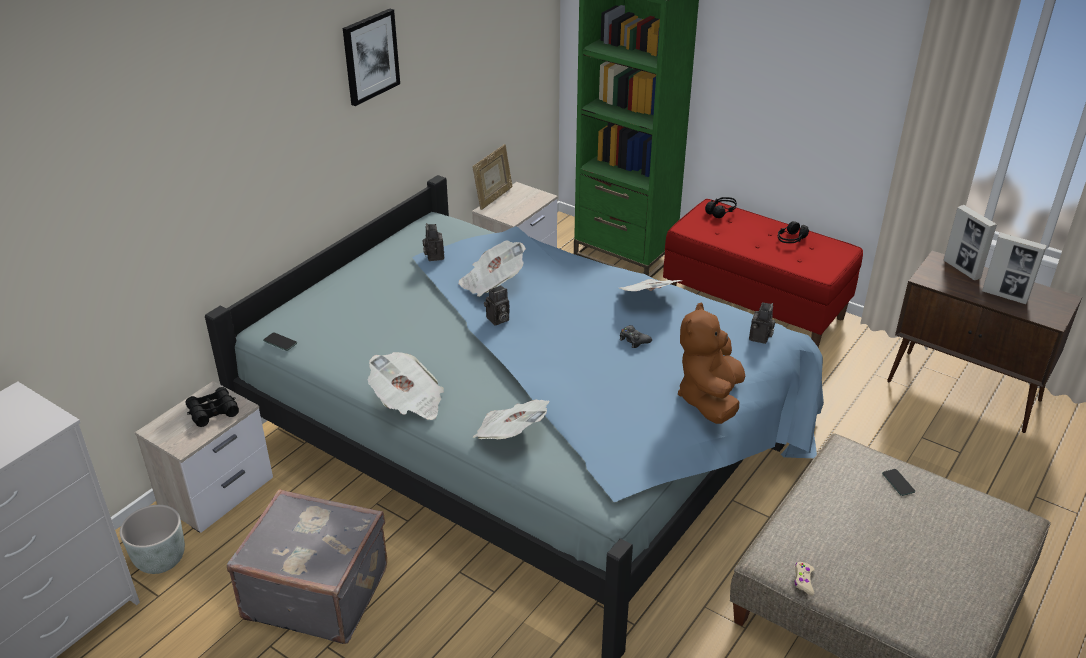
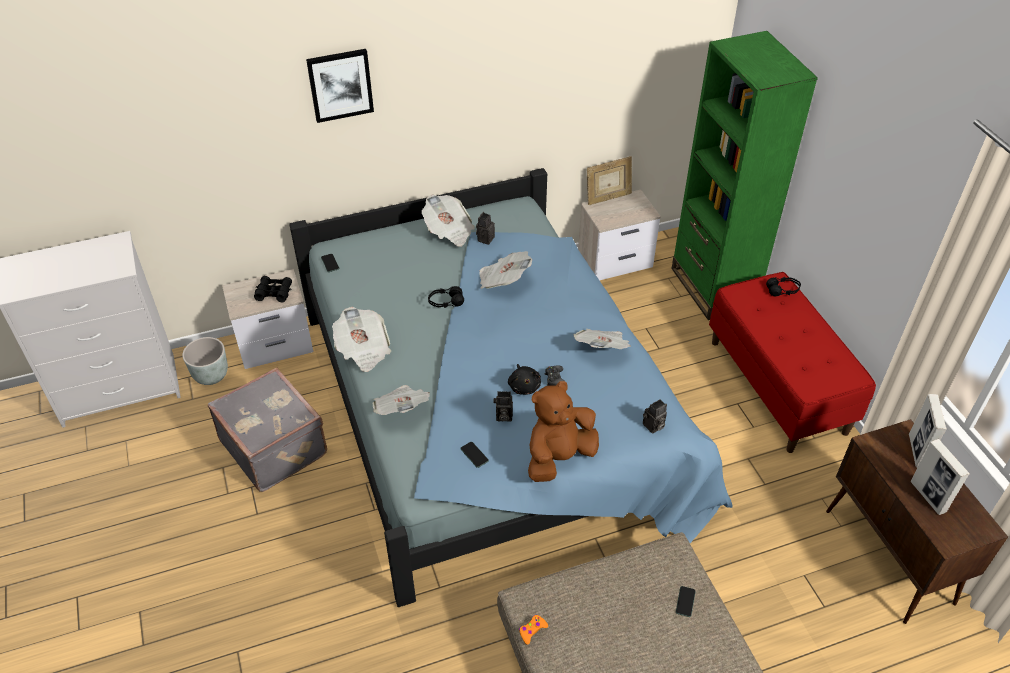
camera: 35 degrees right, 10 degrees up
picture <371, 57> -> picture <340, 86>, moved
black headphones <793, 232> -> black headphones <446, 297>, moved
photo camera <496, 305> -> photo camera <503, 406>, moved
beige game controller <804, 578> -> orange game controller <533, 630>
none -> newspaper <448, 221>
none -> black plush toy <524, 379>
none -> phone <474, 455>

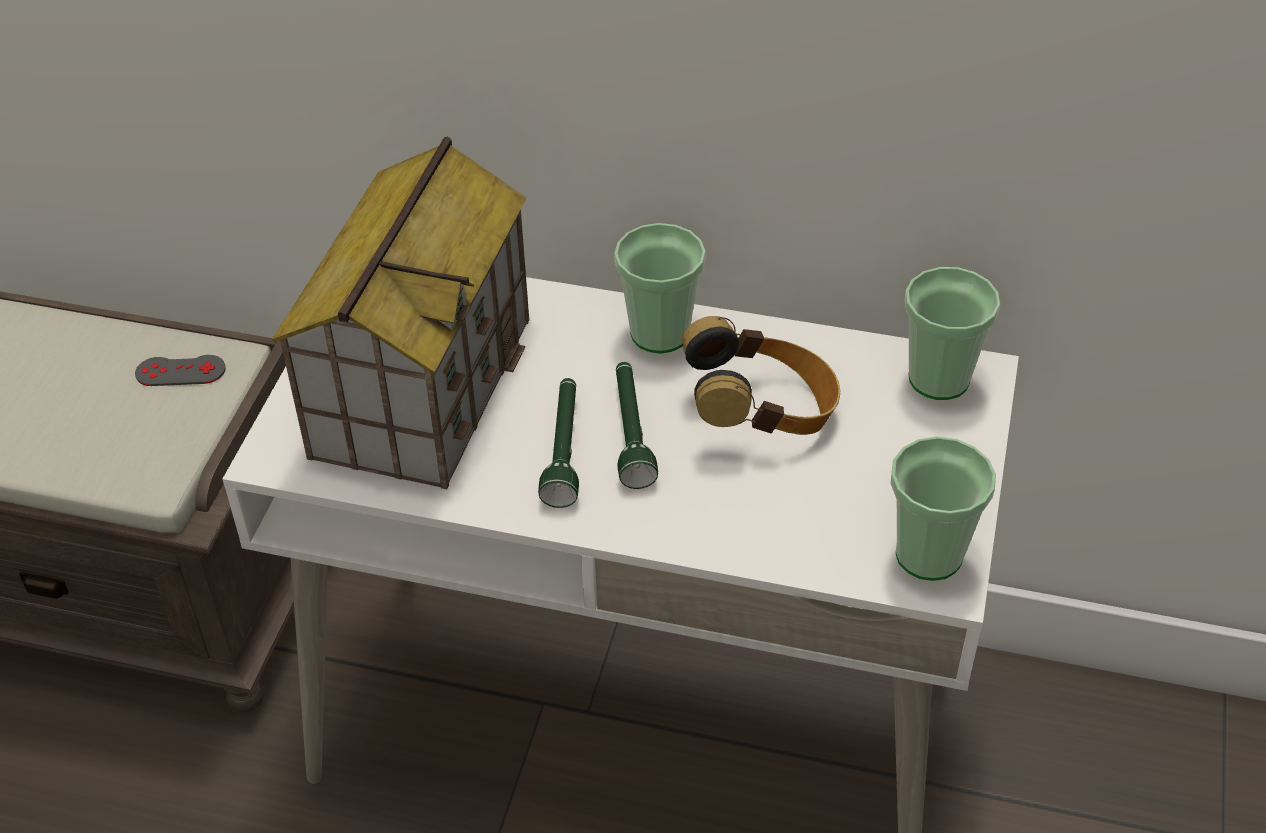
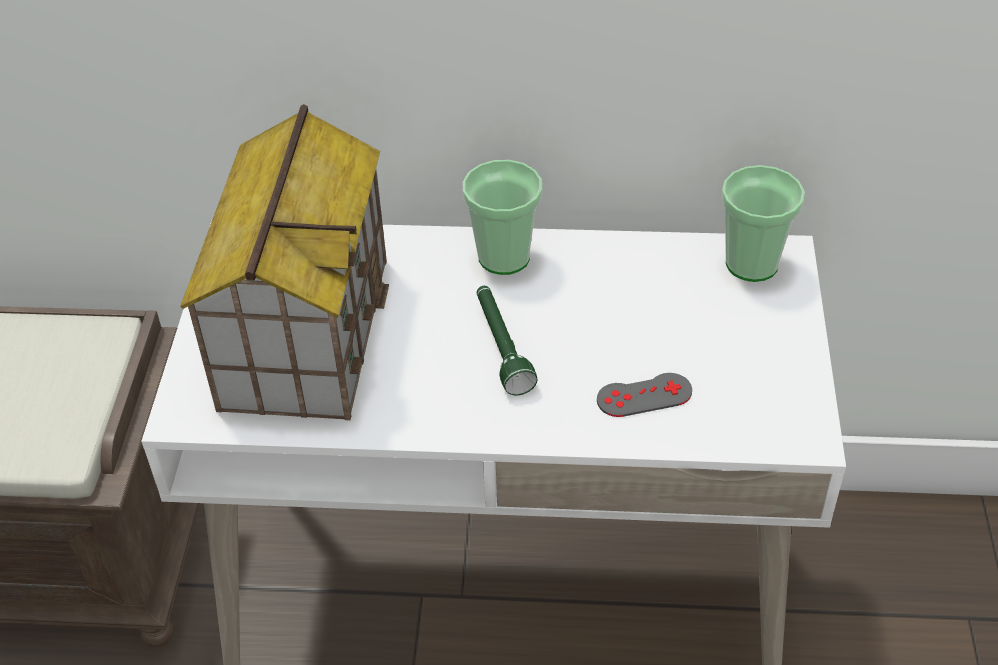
camera: 10 degrees left, 0 degrees up
headphones <761, 375> -> none
grey game controller <180, 370> -> grey game controller <644, 395>, moved
green flashlight <558, 443> -> none
cup <943, 508> -> none

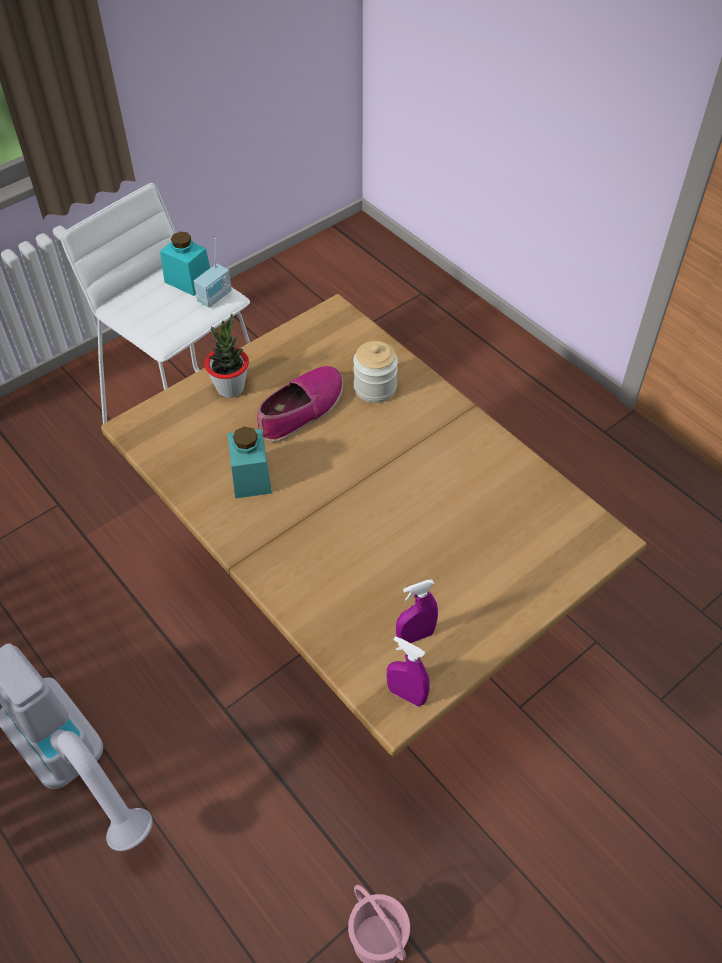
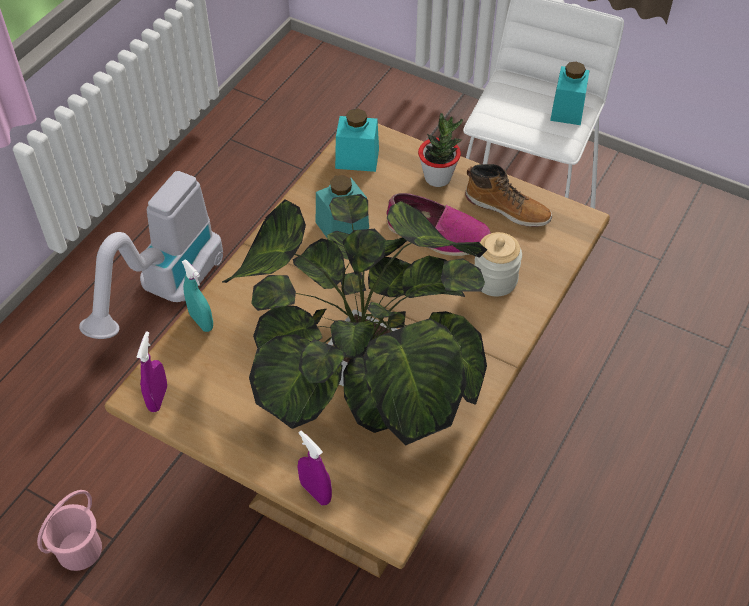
camera: 70 degrees right, 0 degrees up
radio <213, 273> -> none
purple spray bottle <417, 611> -> purple spray bottle <315, 467>, moved
none -> turquoise jar <357, 140>
none -> boot <508, 195>
none -> potted plant <354, 320>
none -> turquoise spray bottle <197, 295>

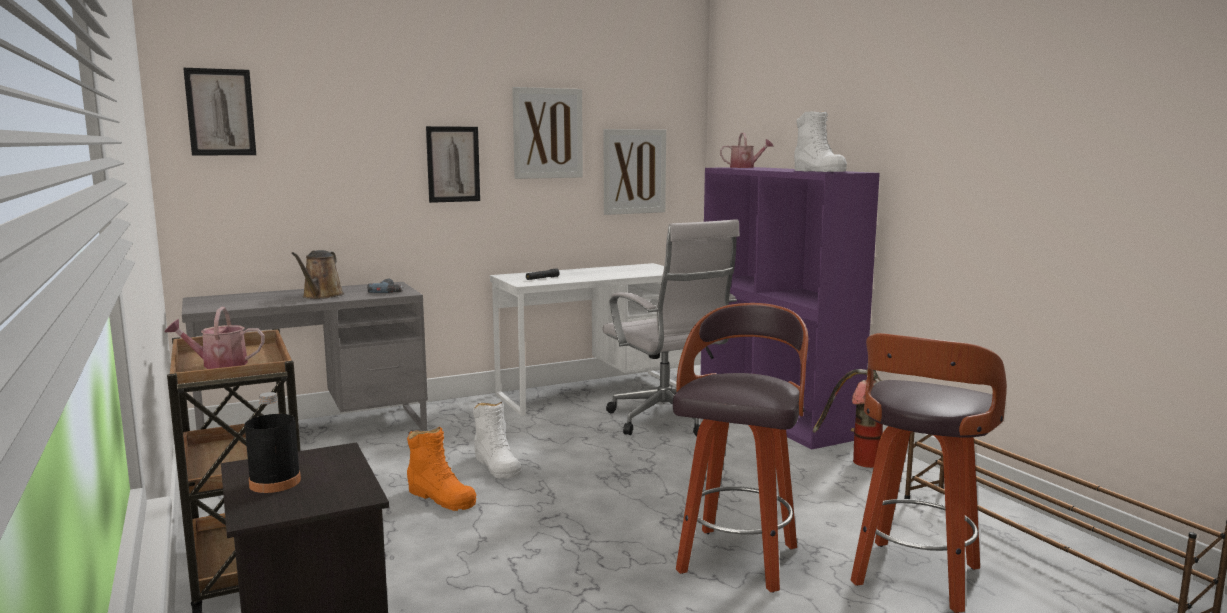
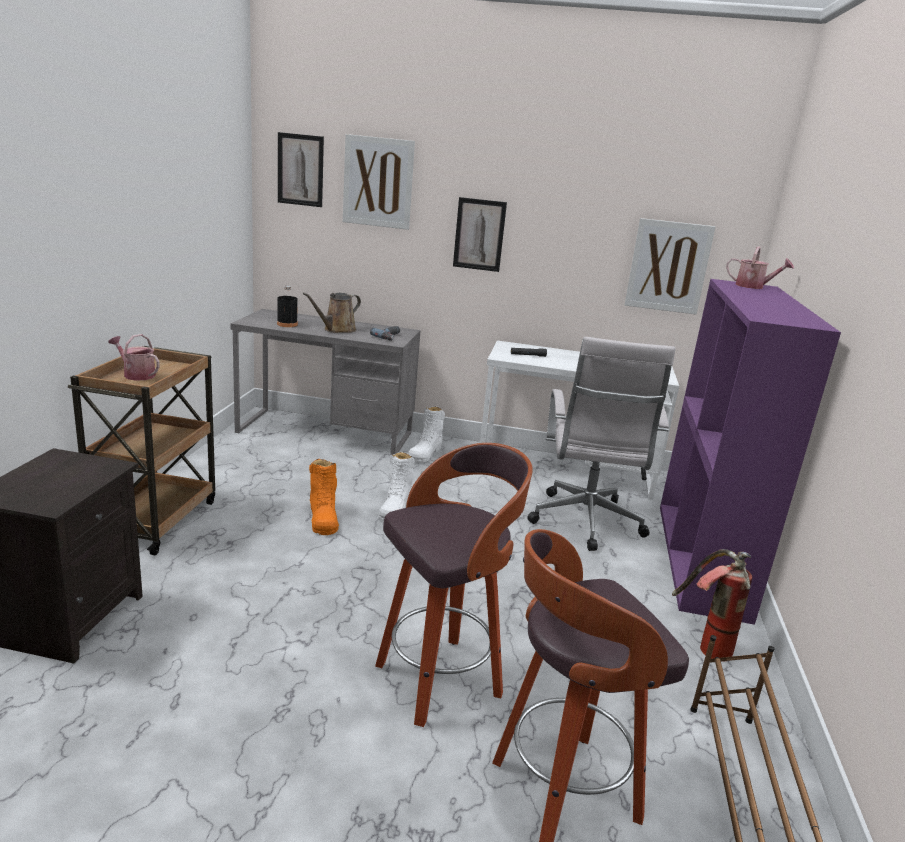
camera: 35 degrees right, 10 degrees up
picture <547, 133> -> picture <379, 182>, moved
white boot <820, 141> -> white boot <426, 434>, moved
black bottle <273, 442> -> black bottle <287, 306>, moved

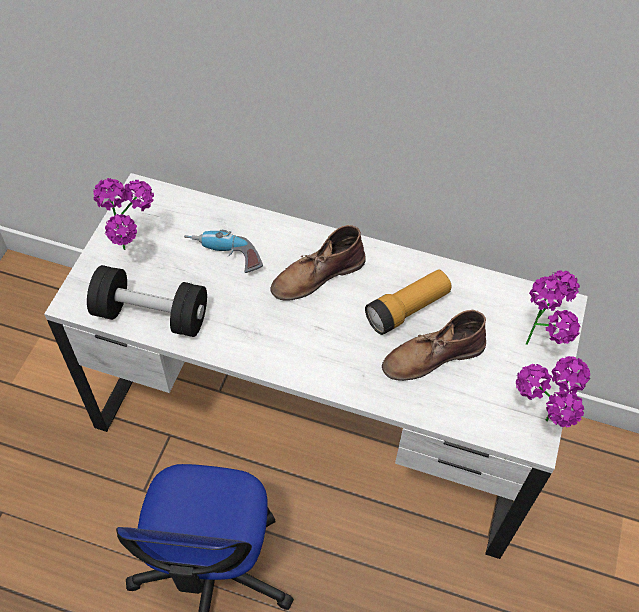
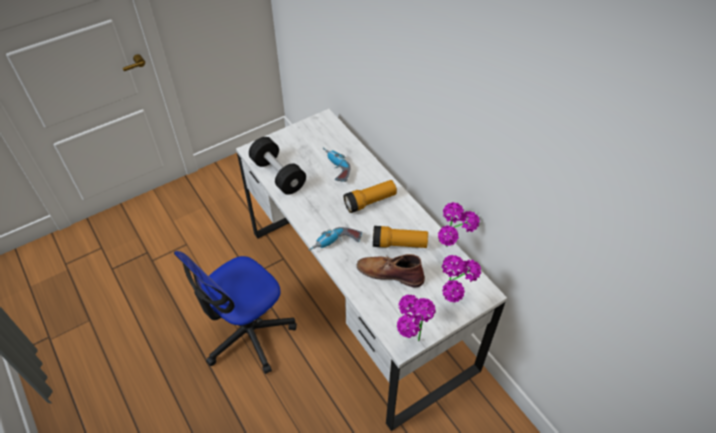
camera: 40 degrees right, 5 degrees down
potted plant <123, 214> -> potted plant <459, 224>, moved
brown boot <318, 263> -> flashlight <370, 196>
none -> power drill <335, 239>

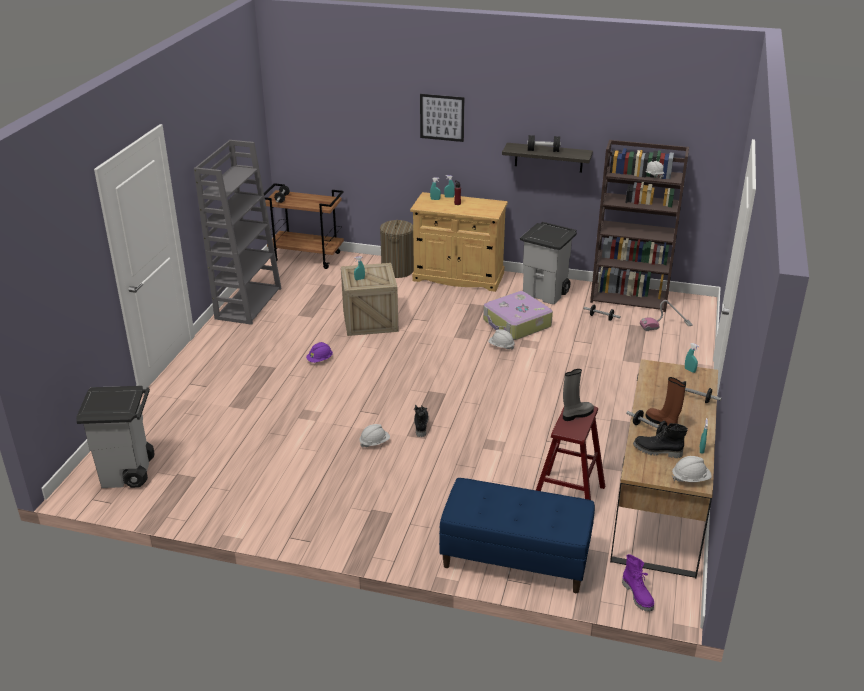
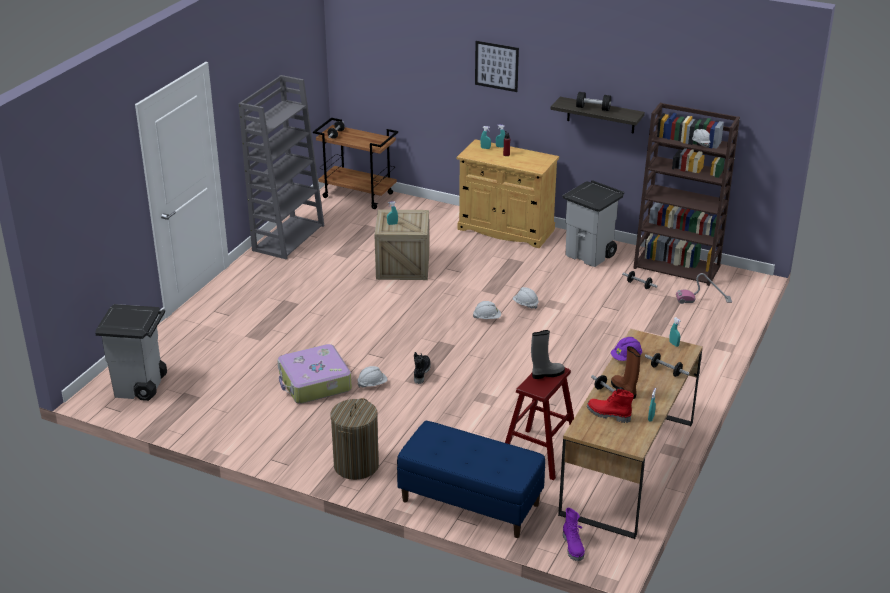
camera: 10 degrees right, 0 degrees up
laundry basket <397, 249> -> laundry basket <355, 439>, moved
suitcase <518, 315> -> suitcase <314, 374>, moved
purple hard hat <319, 352> -> purple hard hat <626, 349>, moved
black boot <660, 440> -> red boot <610, 406>
white hard hat <692, 469> -> white hard hat <487, 310>, moved

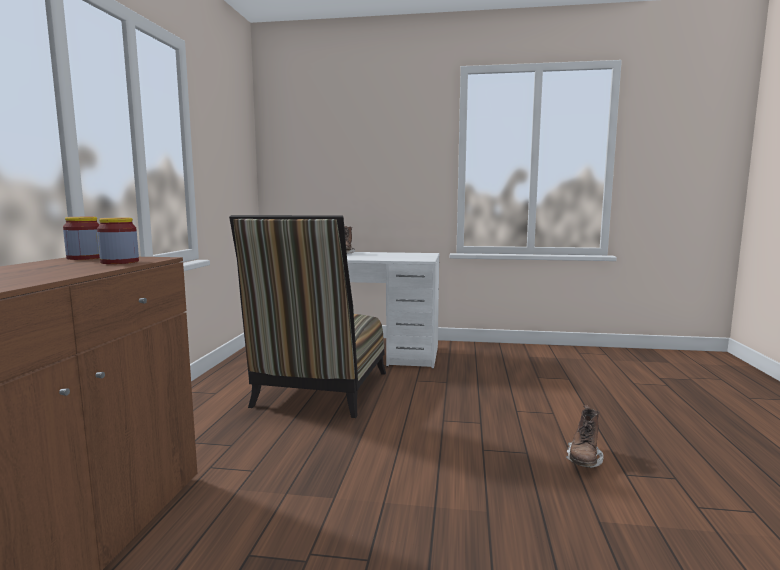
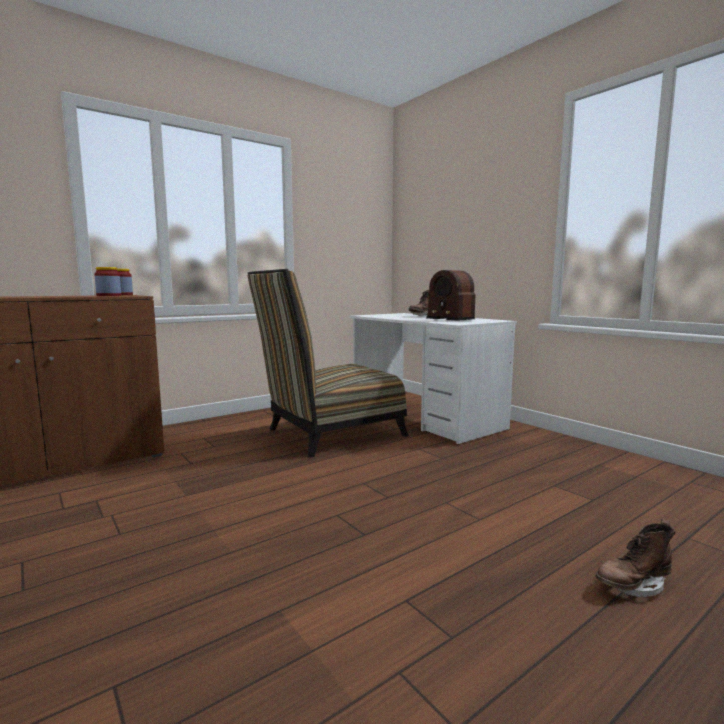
camera: 45 degrees right, 0 degrees up
brown boot <585, 436> -> brown boot <635, 558>, moved
none -> radio <450, 295>

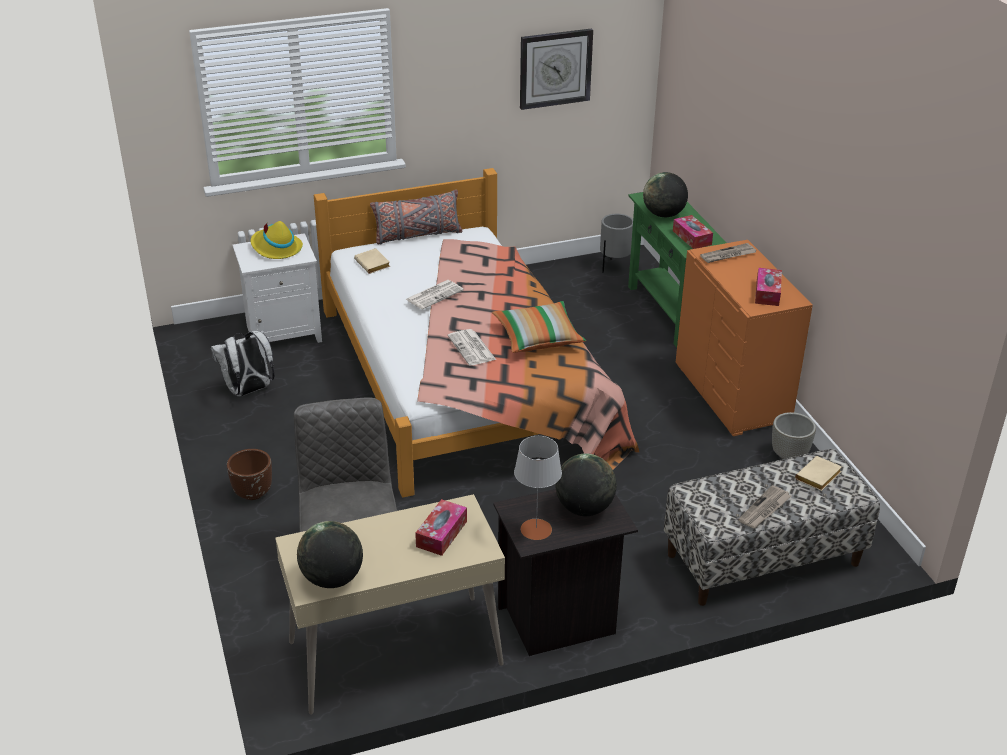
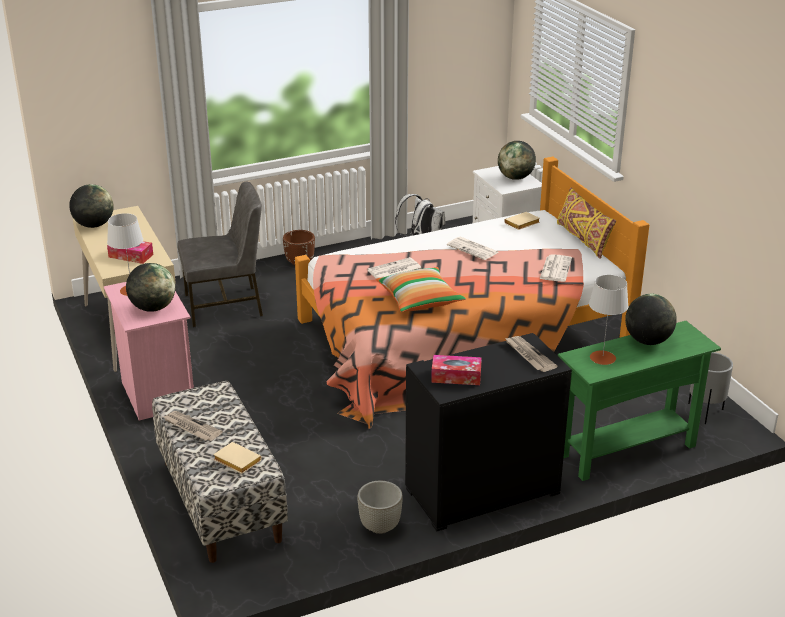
camera: 85 degrees right, 5 degrees down
wall clock <556, 69> -> none
grey pillow <416, 217> -> yellow pillow <586, 223>
tissue box <693, 232> -> grey table lamp <609, 320>
yellow hat <277, 240> -> globe <517, 160>
orange dresser <744, 338> -> black dresser <488, 432>
black nightstand <565, 572> -> pink nightstand <149, 351>
none -> newspaper <556, 268>

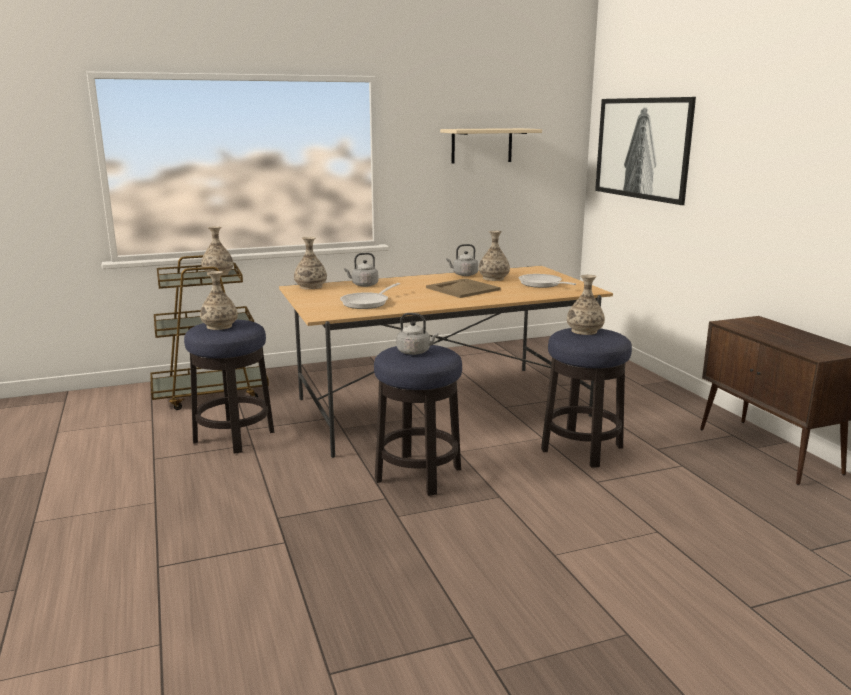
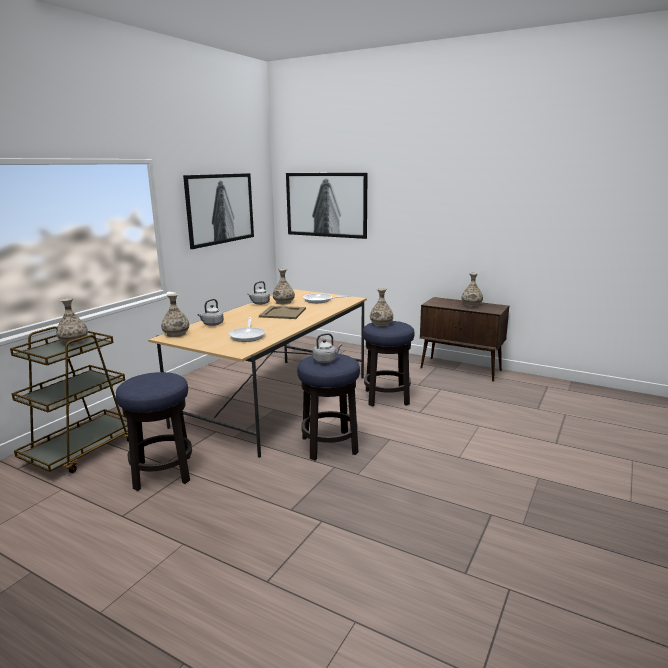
camera: 40 degrees left, 0 degrees up
beige shelf <491, 145> -> picture <218, 211>
vase <219, 300> -> vase <472, 290>, moved

